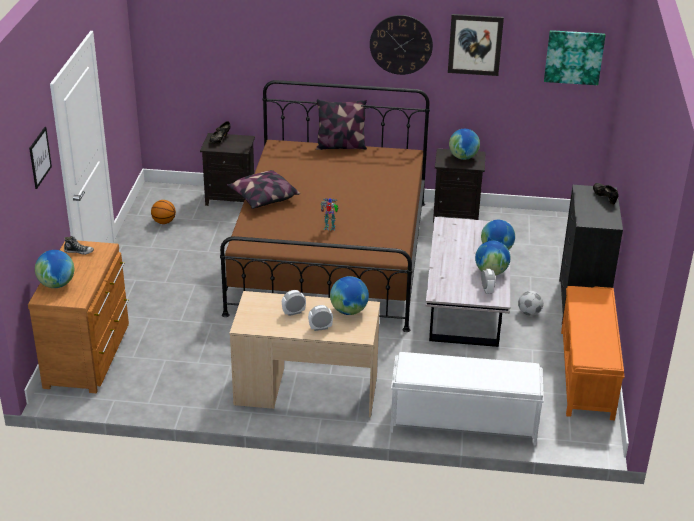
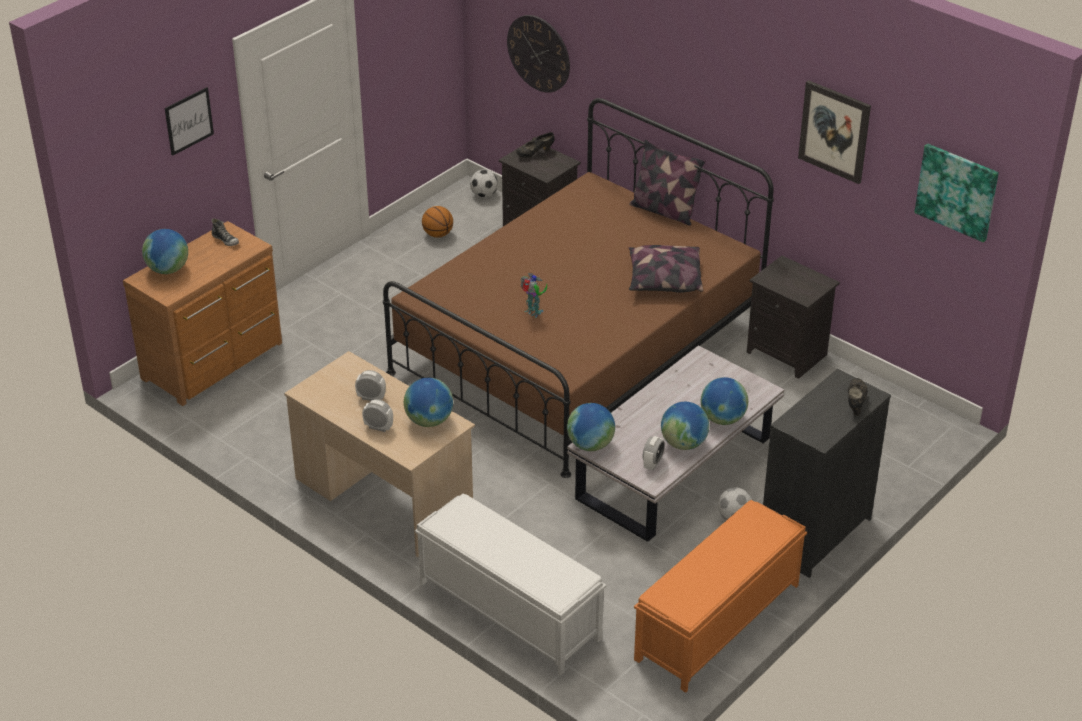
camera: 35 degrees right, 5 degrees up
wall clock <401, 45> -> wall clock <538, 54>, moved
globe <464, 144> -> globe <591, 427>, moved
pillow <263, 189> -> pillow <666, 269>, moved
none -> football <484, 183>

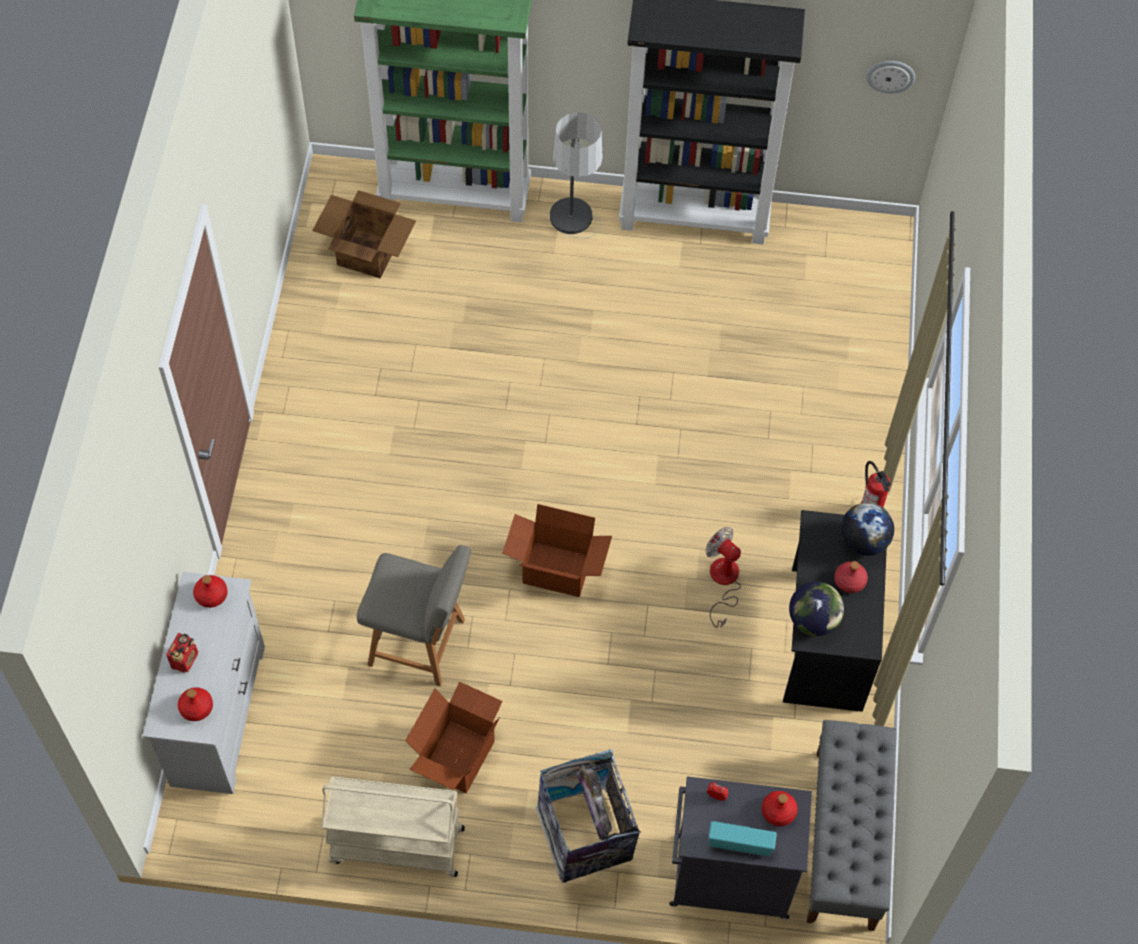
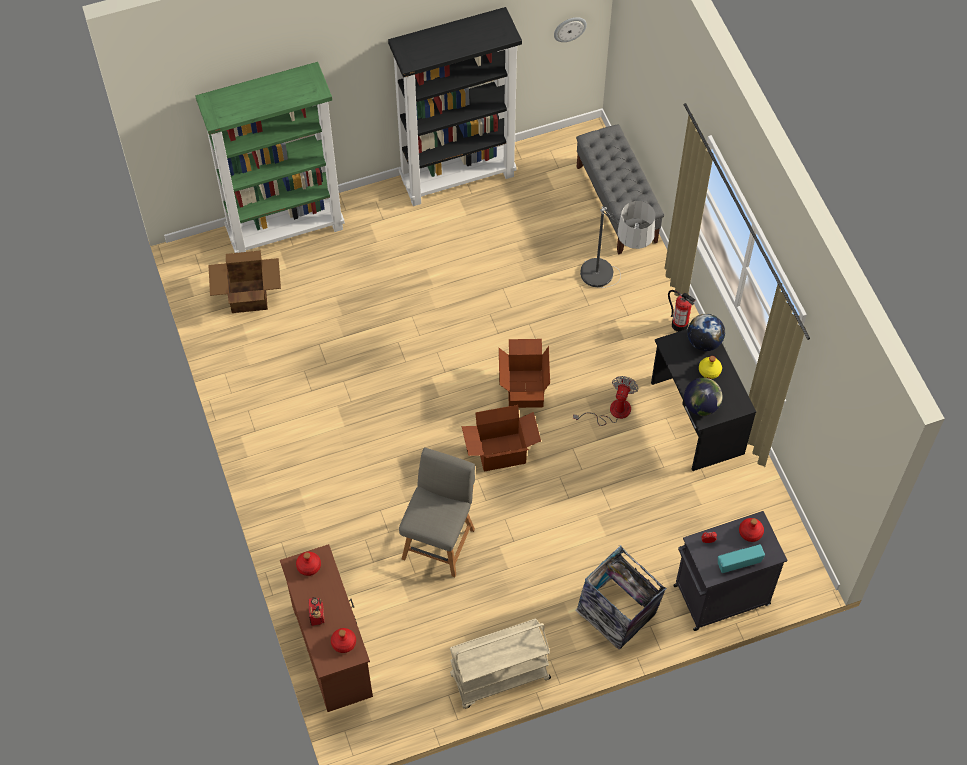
camera: 25 degrees left, 0 degrees up
floor lamp <577, 175> -> floor lamp <618, 244>, moved
fan <723, 577> -> fan <605, 401>, 90 degrees clockwise
grey chair <414, 615> -> grey chair <437, 512>, 60 degrees counterclockwise
red bottle <851, 577> -> yellow bottle <710, 367>
white dresser <204, 683> -> brown dresser <326, 628>
cardboard box <454, 737> -> cardboard box <524, 373>, moved
grey bench <851, 825> -> grey bench <620, 189>, moved

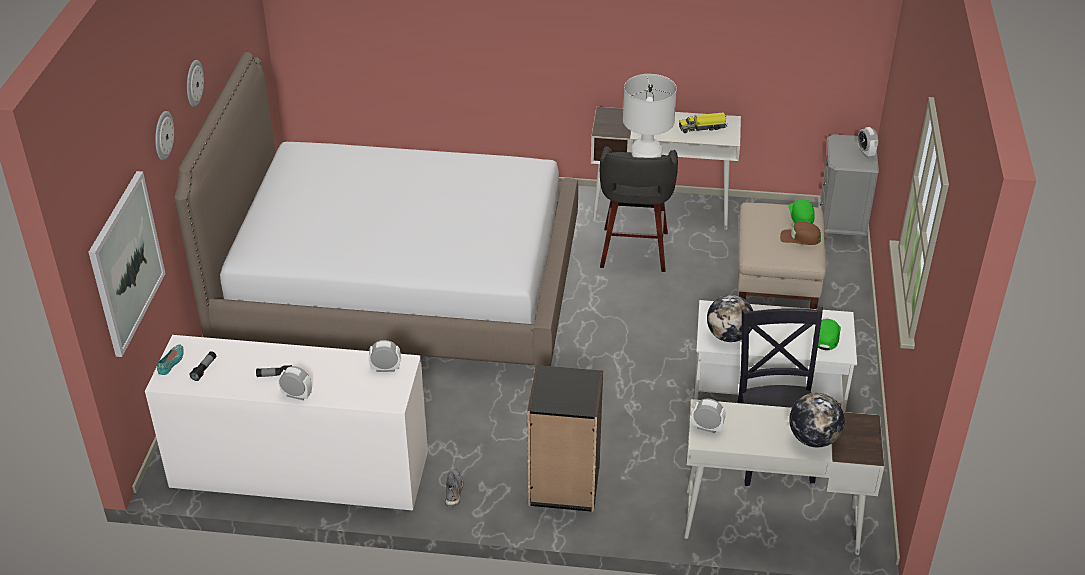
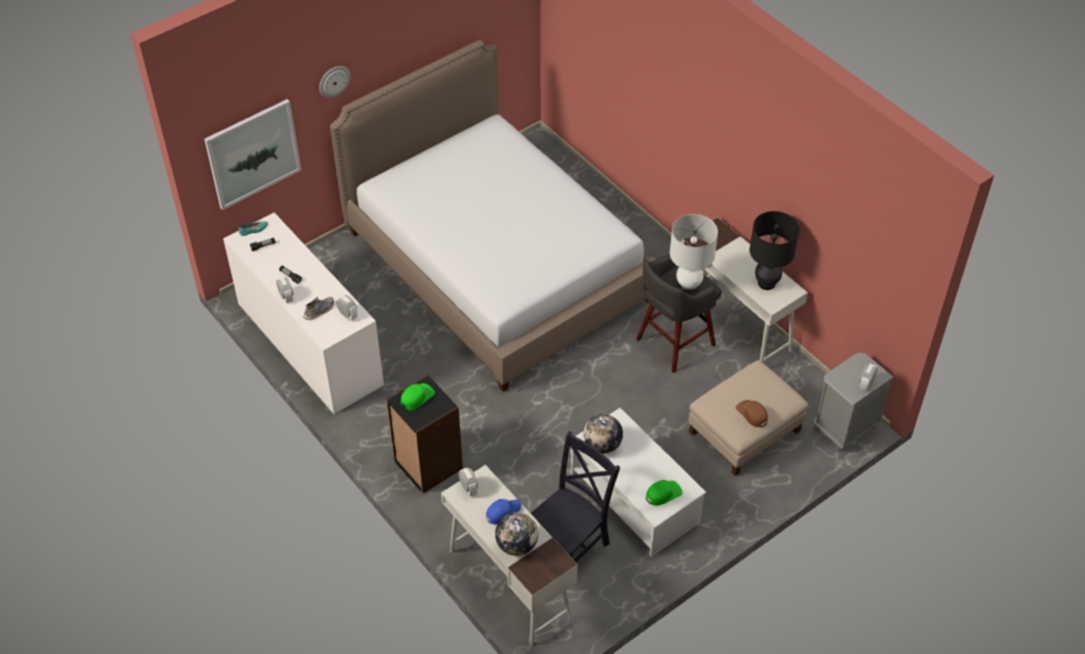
camera: 45 degrees right, 10 degrees up
wall clock <195, 83> -> none
toy truck <703, 122> -> black table lamp <774, 250>
green cap <801, 211> -> green cap <418, 396>, moved
grey shoe <455, 488> -> grey shoe <318, 308>, moved
none -> blue cap <503, 512>

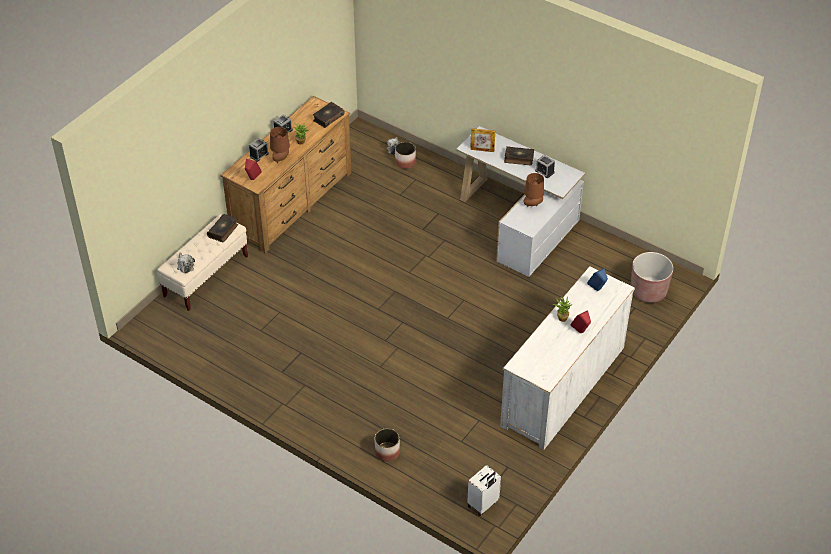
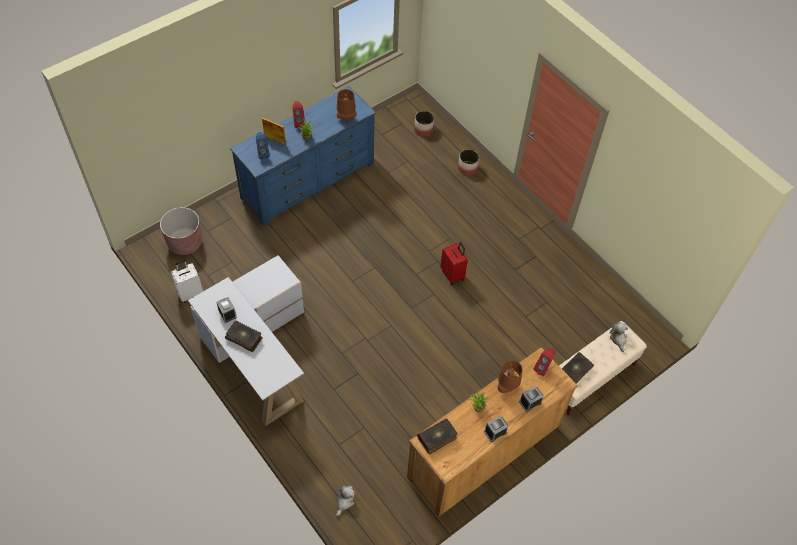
camera: 165 degrees left, 10 degrees up
picture frame <482, 140> -> picture frame <274, 131>, moved
planter <405, 155> -> planter <424, 123>, moved
brown table lamp <533, 190> -> brown table lamp <347, 105>, moved
white dresser <567, 358> -> blue dresser <303, 156>
white suitcase <484, 490> -> white suitcase <187, 281>, moved
none -> red suitcase <454, 263>

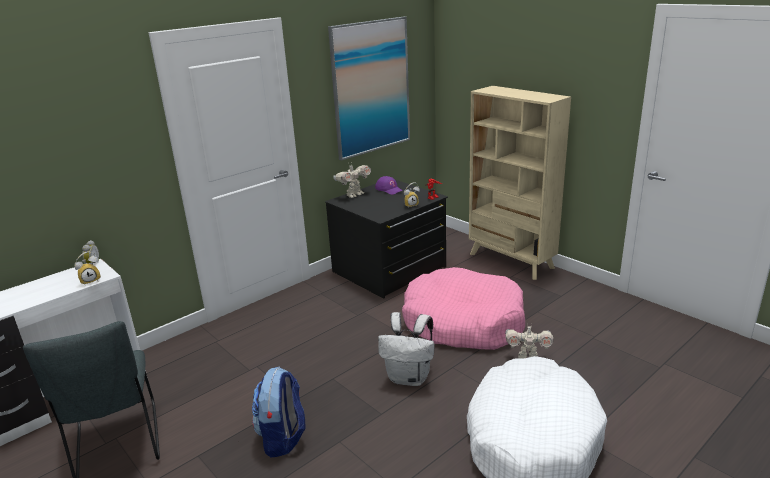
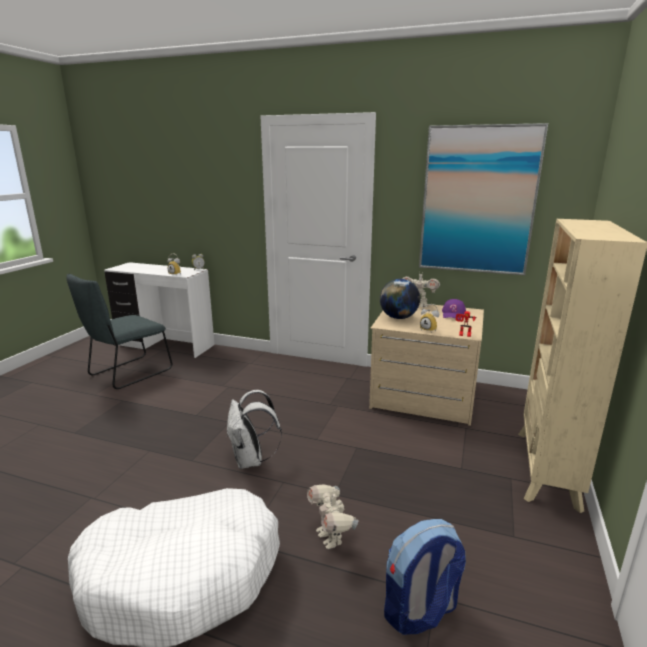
camera: 60 degrees right, 5 degrees down
black dresser <386, 239> -> beige dresser <426, 365>
pink dog bed <463, 308> -> none
backpack <279, 412> -> backpack <425, 577>, moved
none -> globe <400, 299>

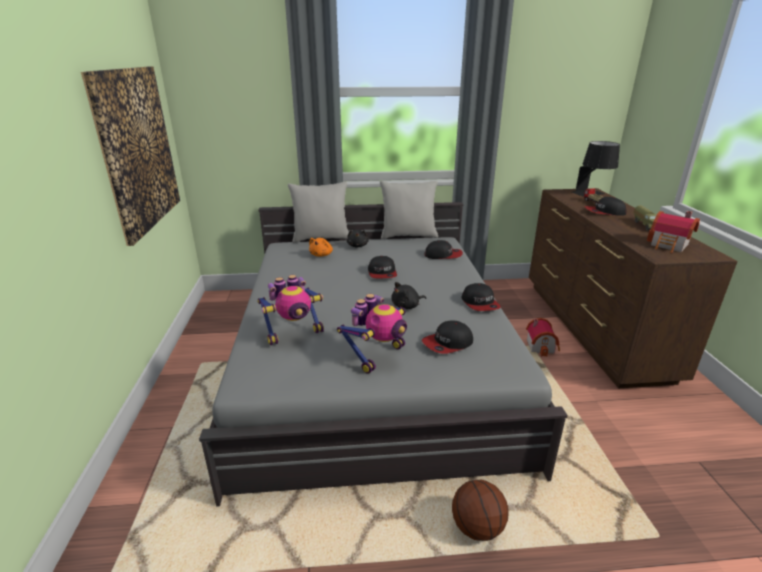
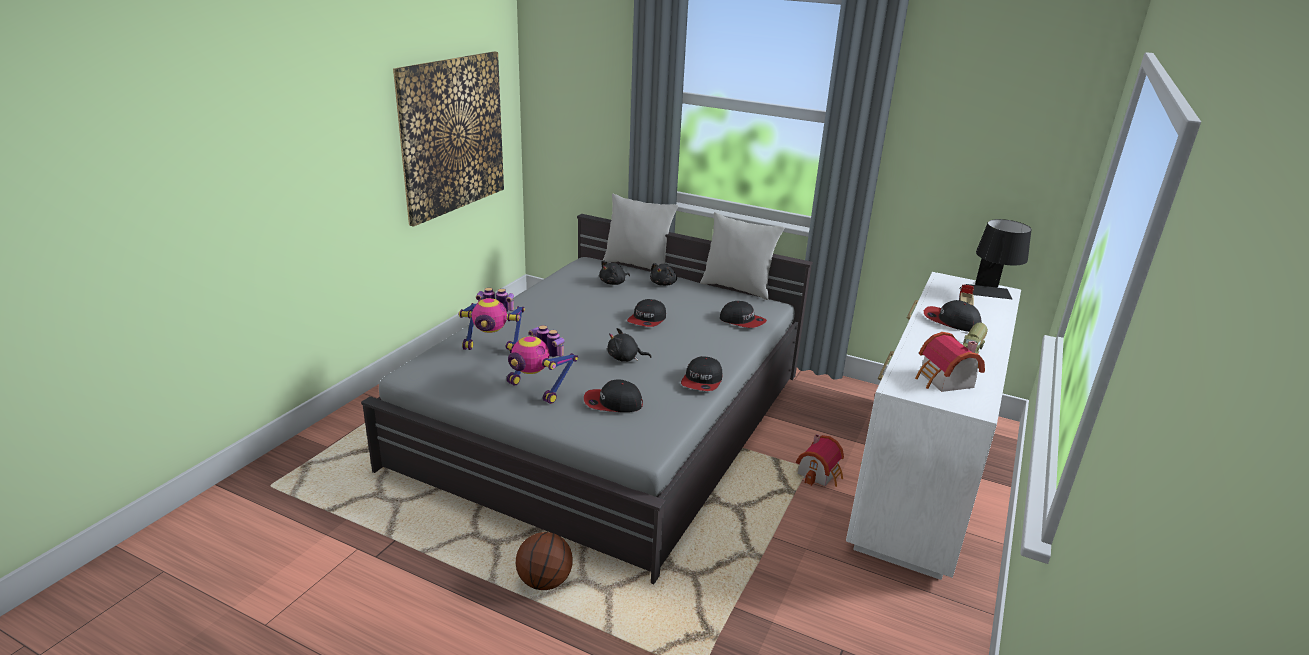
camera: 30 degrees right, 0 degrees up
brown dresser <633, 288> -> white dresser <933, 426>
orange plush toy <321, 247> -> black plush toy <614, 272>
toy robot <372, 334> -> toy robot <542, 364>, 60 degrees clockwise

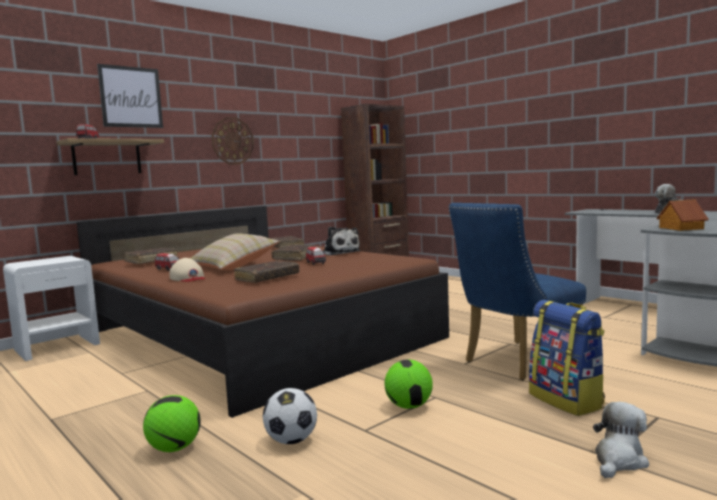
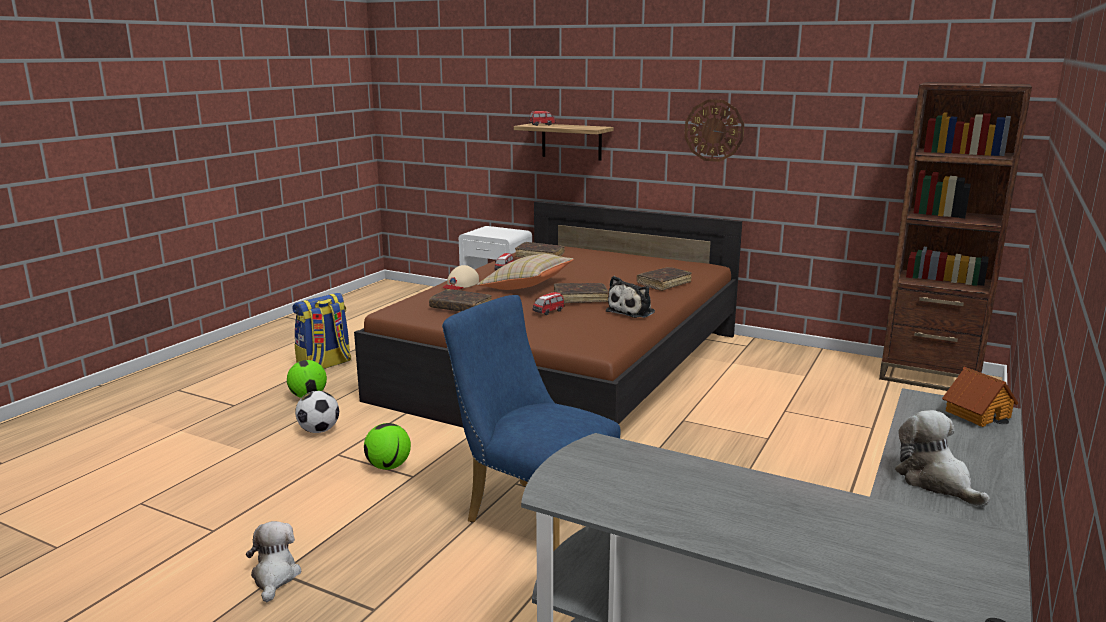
camera: 70 degrees right, 10 degrees up
picture <130, 96> -> none
toy house <683, 215> -> toy house <980, 397>, moved
backpack <567, 358> -> backpack <321, 331>, moved
plush toy <621, 440> -> plush toy <273, 562>, 120 degrees counterclockwise

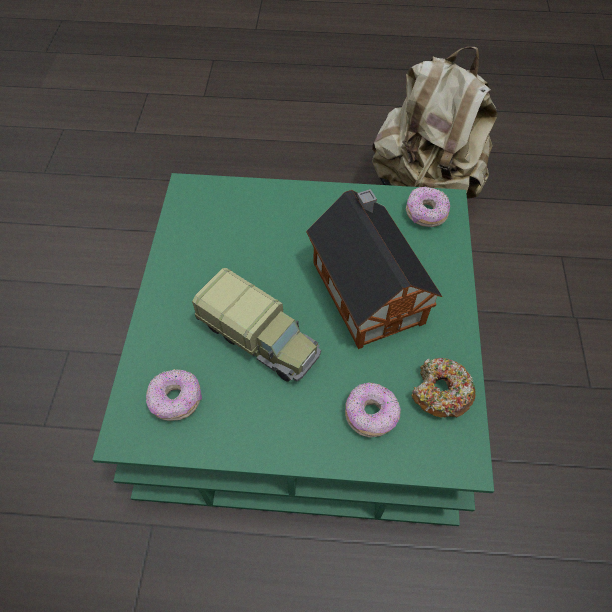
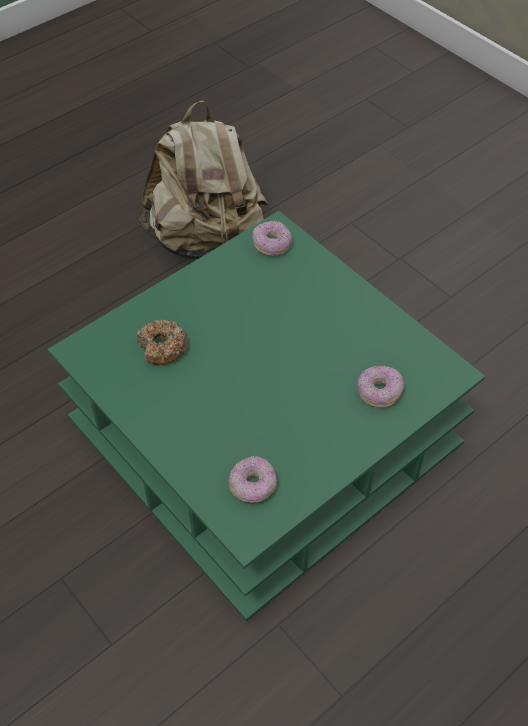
camera: 45 degrees left, 5 degrees down
toy house <374, 269> -> none
toy truck <256, 325> -> none
donut <443, 388> -> donut <162, 342>, moved

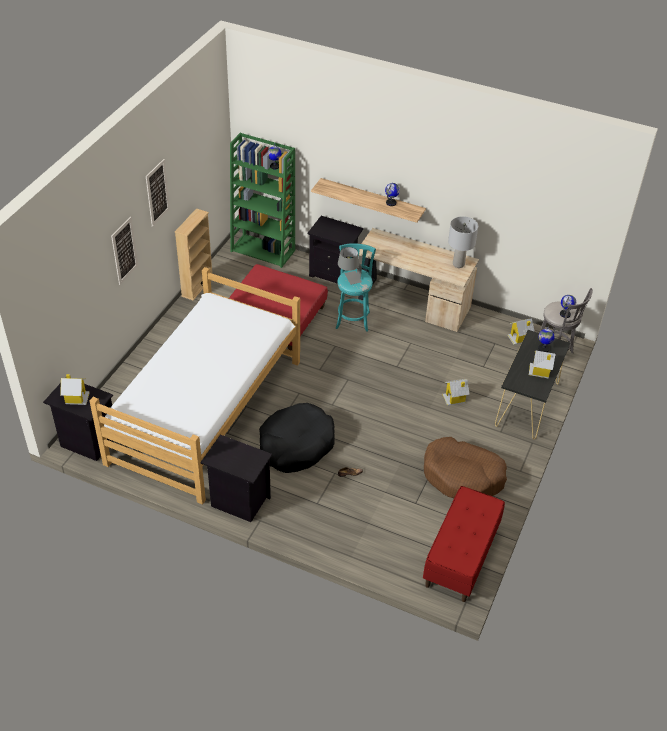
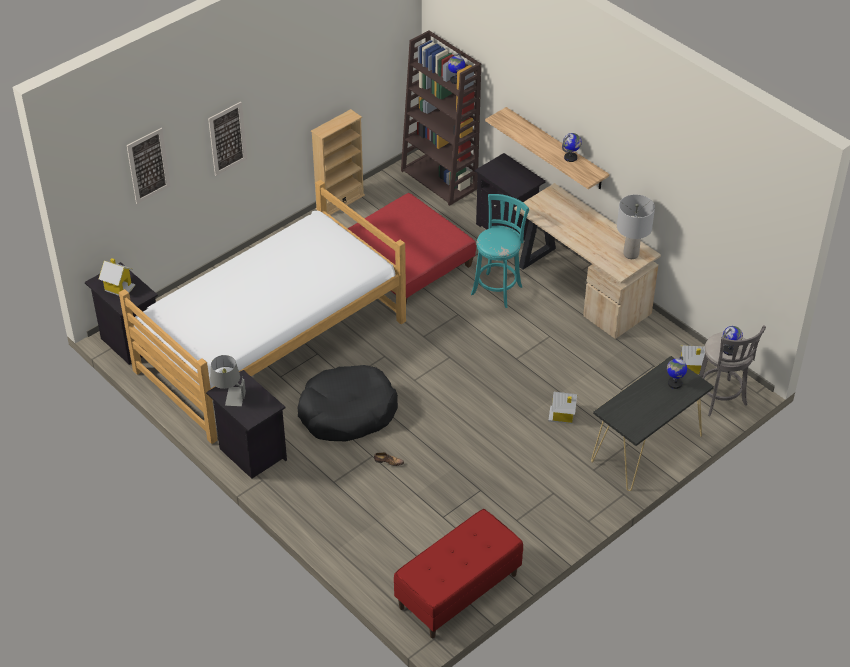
camera: 25 degrees right, 0 degrees up
green bookcase <262, 200> -> brown bookcase <441, 118>
picture <158, 193> -> picture <148, 166>, moved
grey table lamp <350, 266> -> grey table lamp <228, 380>, moved
toy house <542, 365> -> none
brown dog bed <465, 467> -> none

